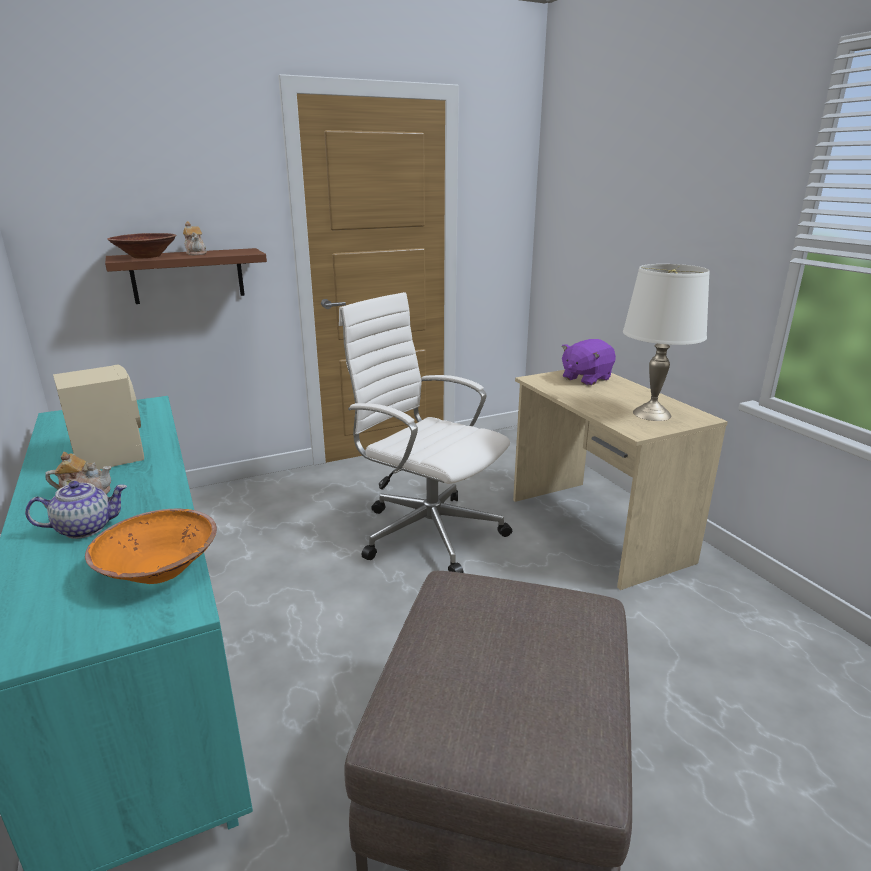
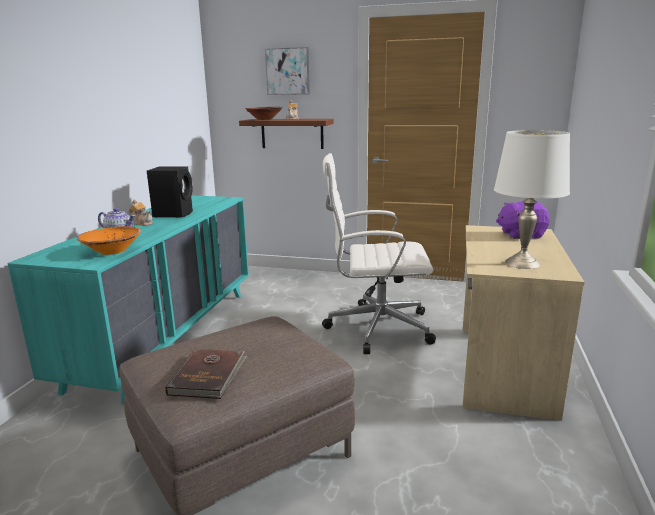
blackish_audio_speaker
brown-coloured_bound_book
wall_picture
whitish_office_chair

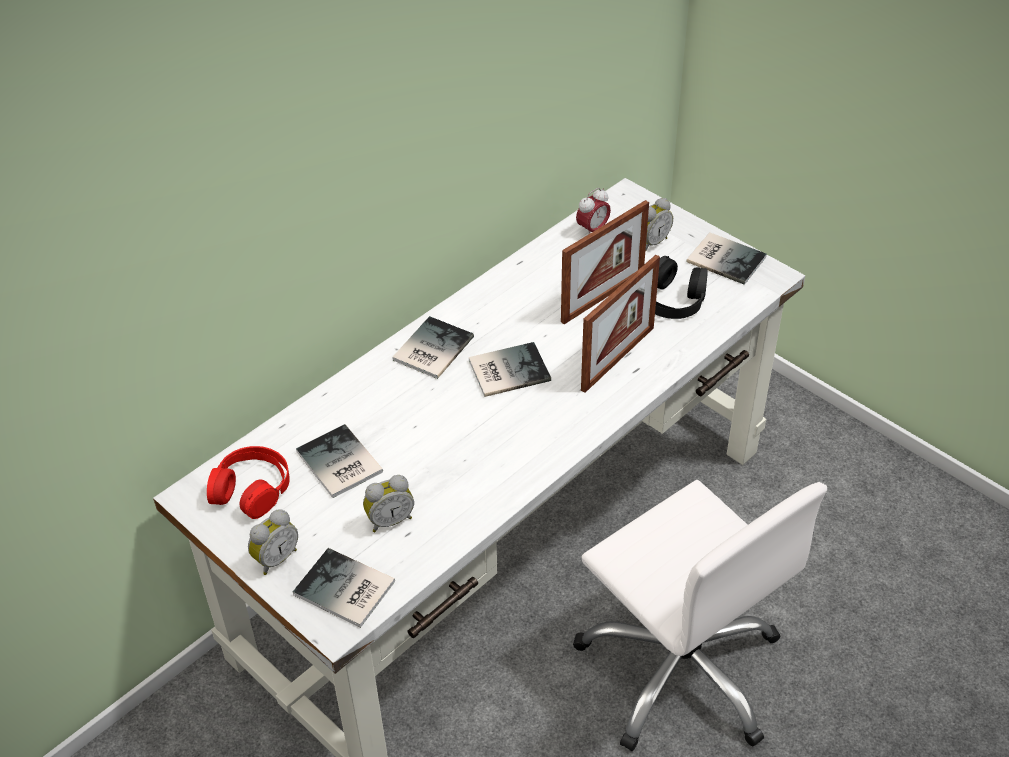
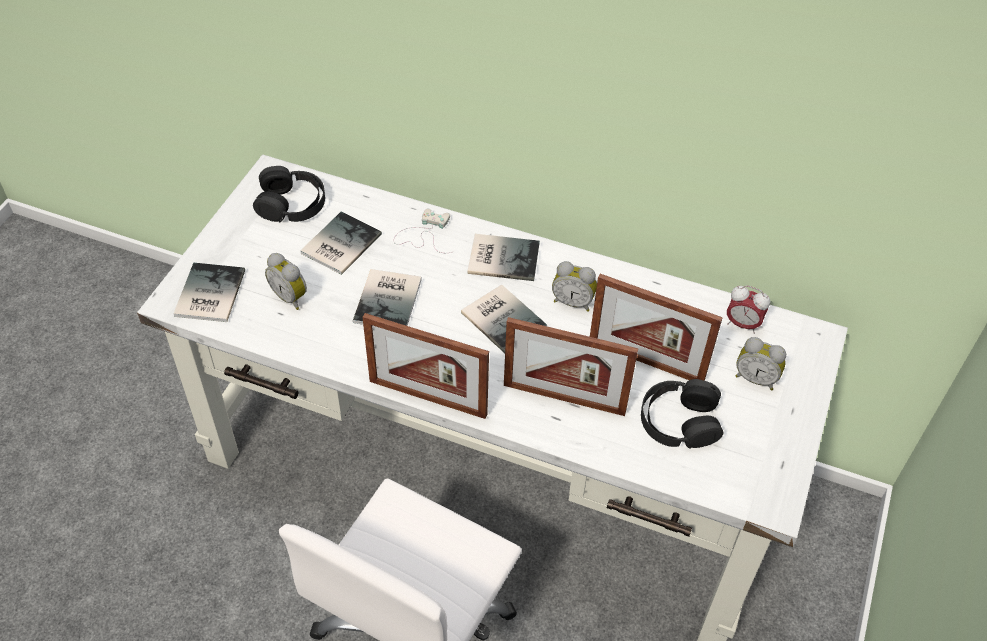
blackish_headphones (1st from left)
bound_book (3rd from left)
picture_frame (1st from left)
whitish_joypad
table_clock (2nd from left)

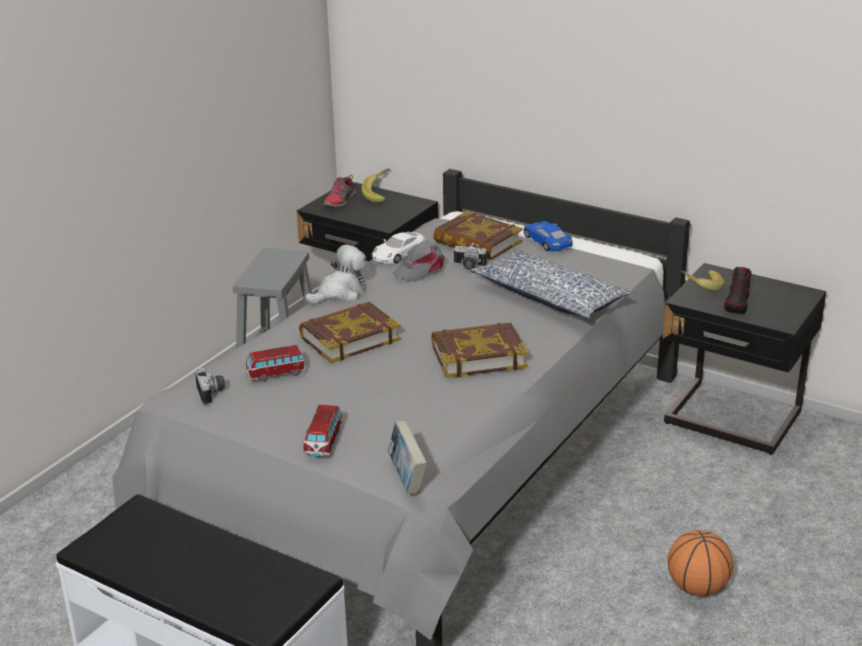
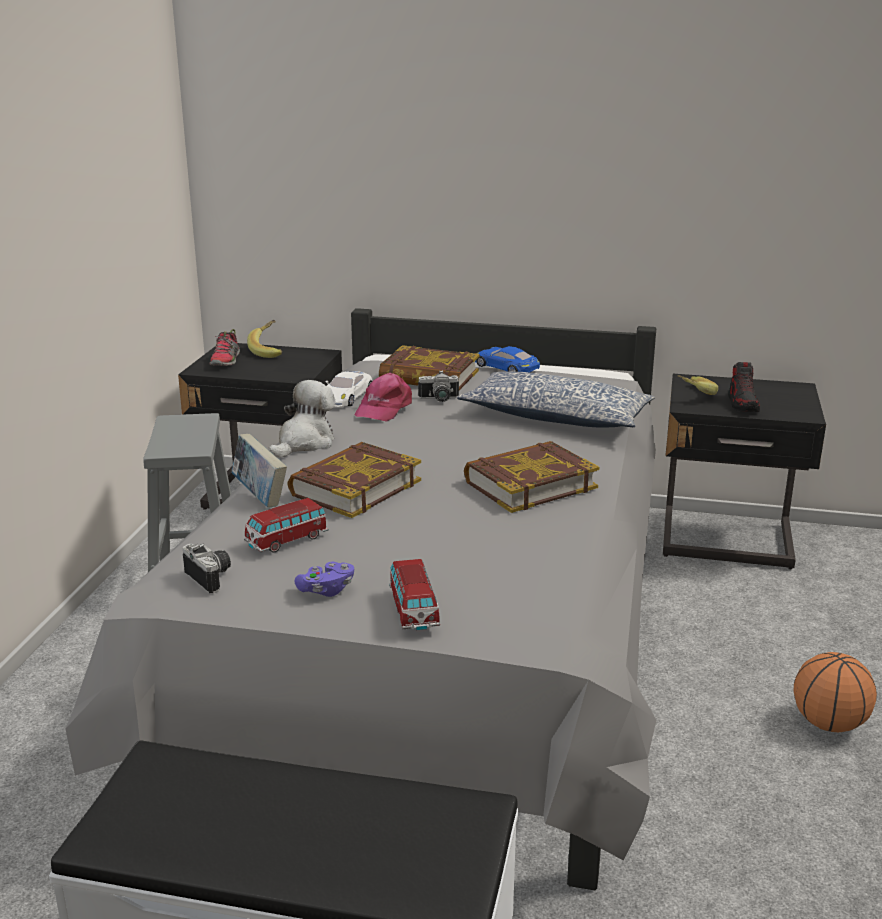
bound_book (1st from left)
purple-coloured_joypad
pink-coloured_baseball_cap

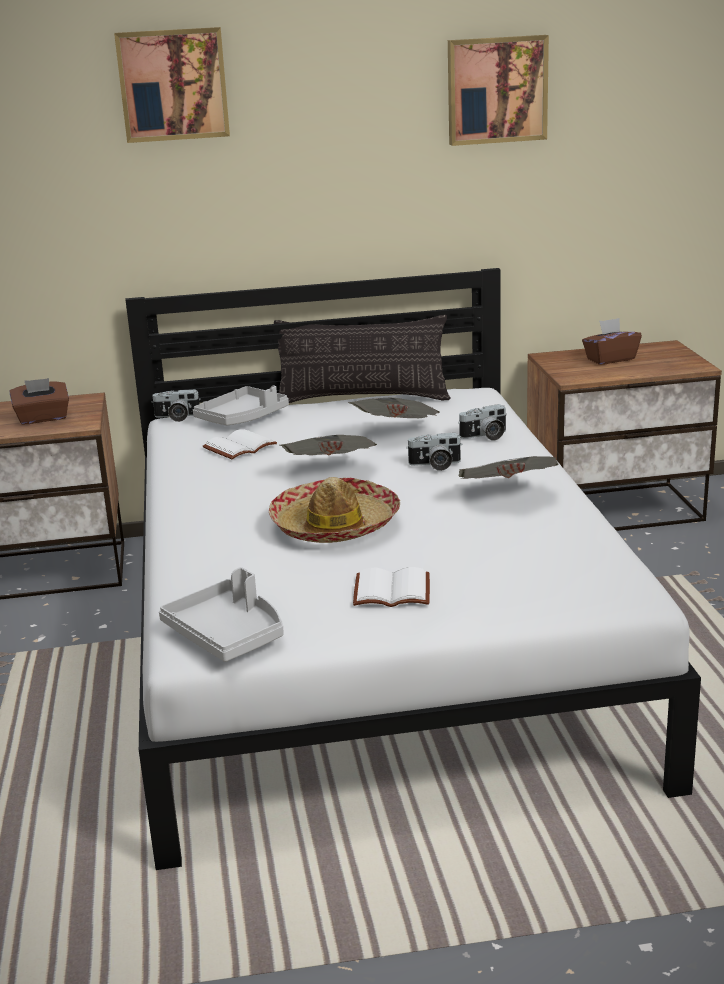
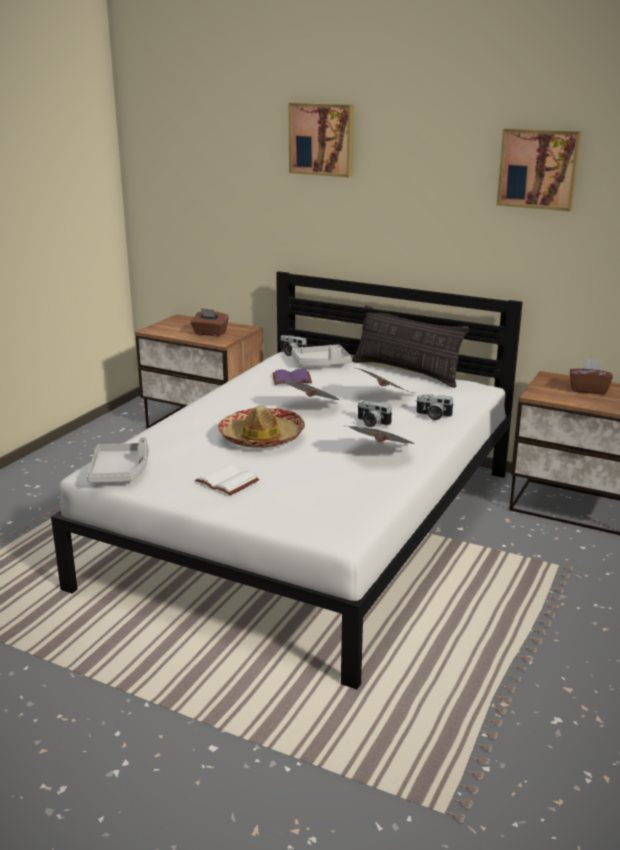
purple-coloured_bound_book

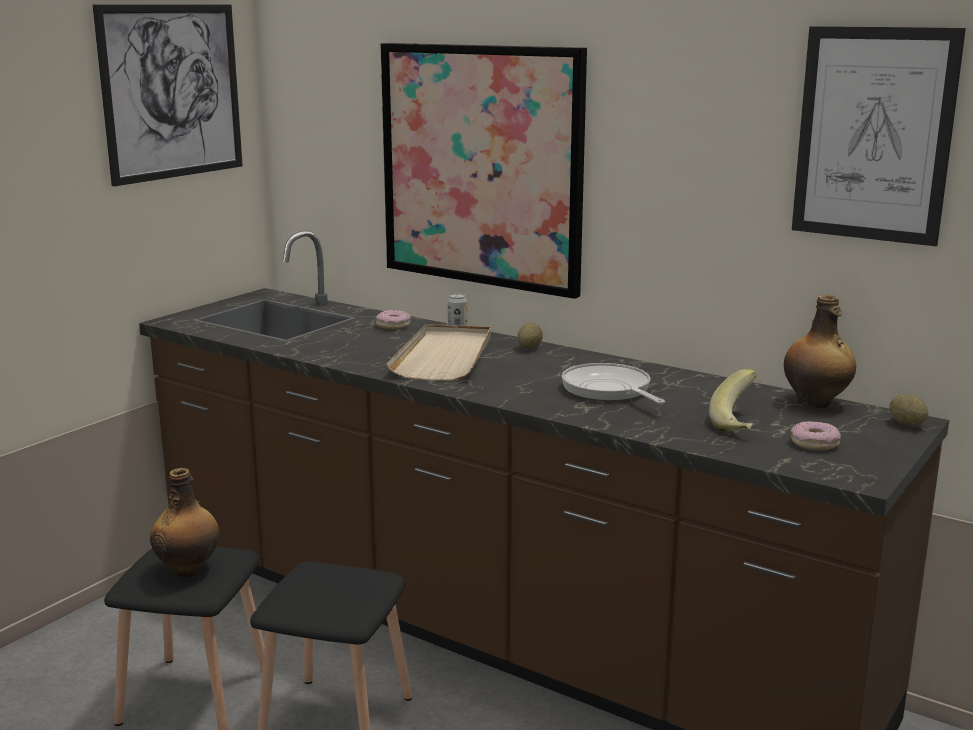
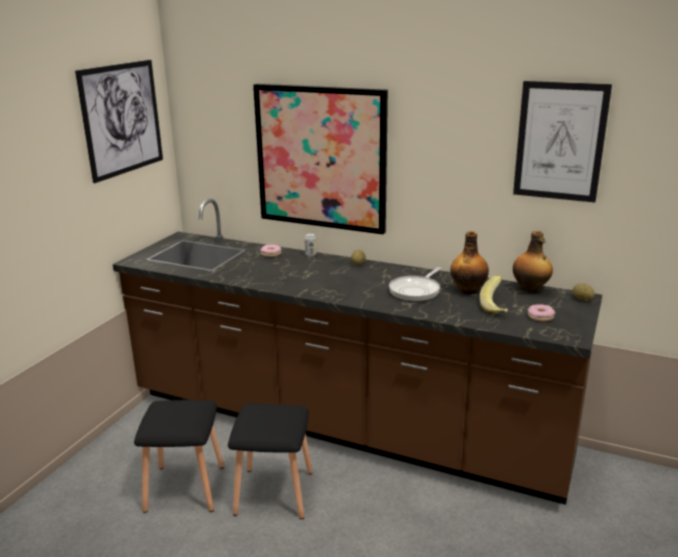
frying_pan
beverage_bottle (1st from left)
sand-coloured_tray

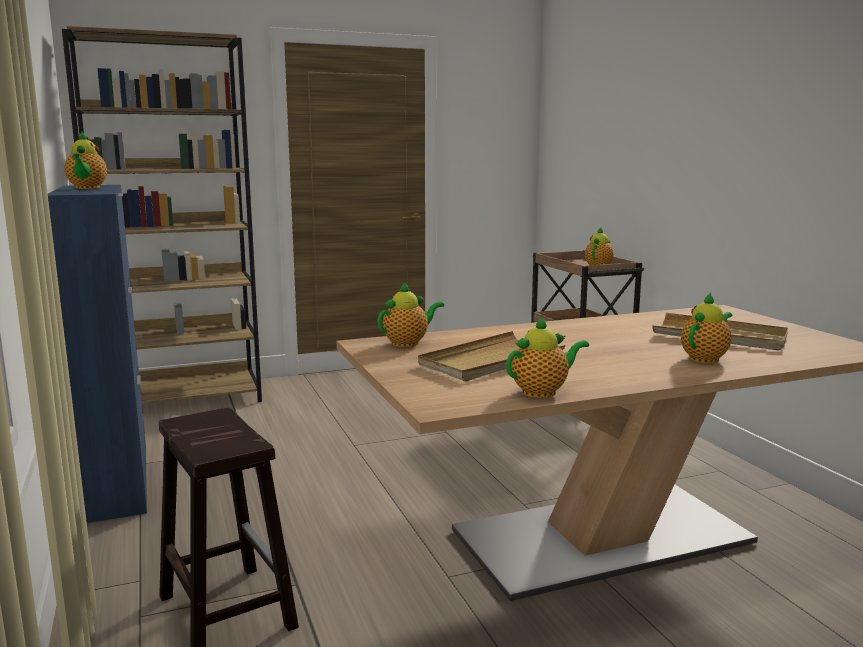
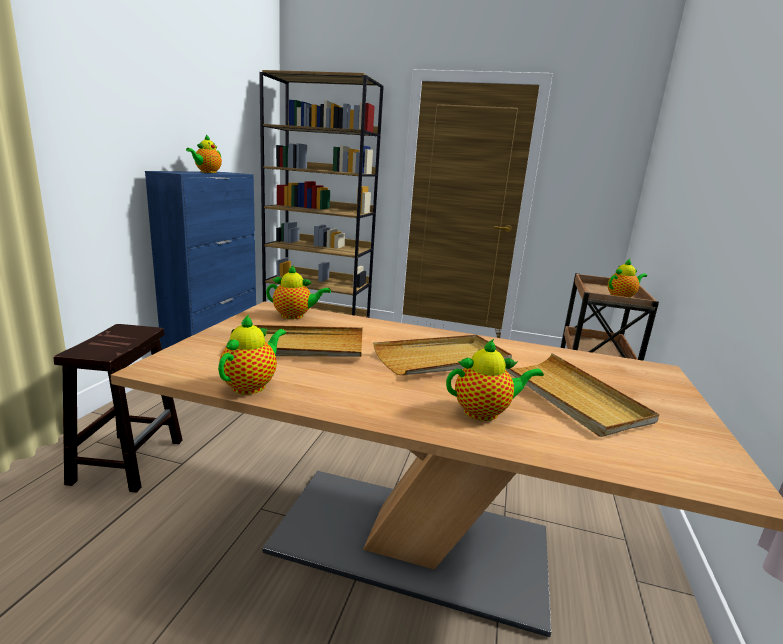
pot_for_tea (2nd from left)
sand-coloured_tray (2nd from left)

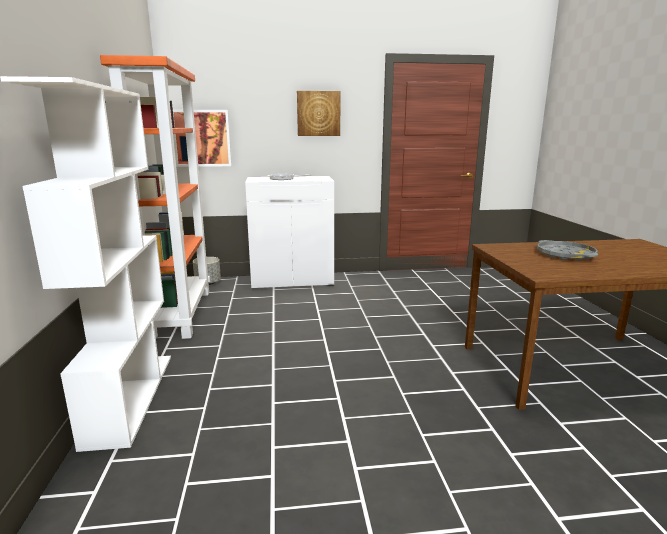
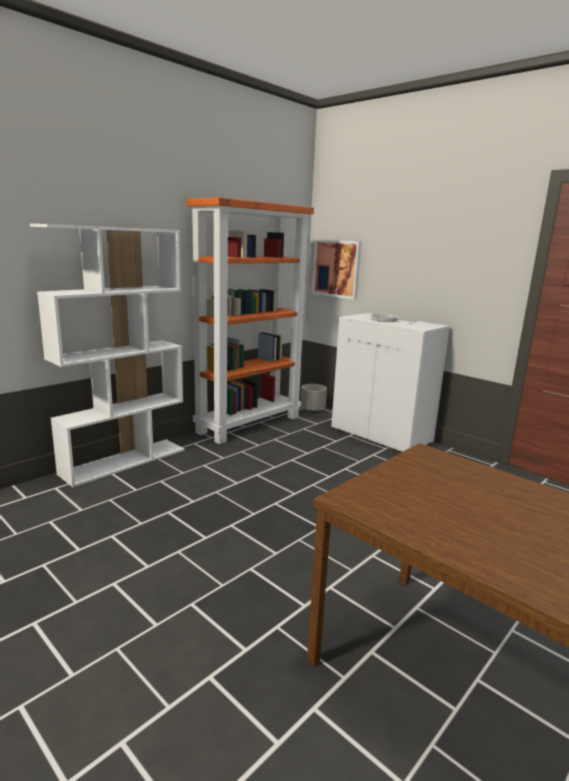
wall_picture (2nd from left in the first image)
grey_tray

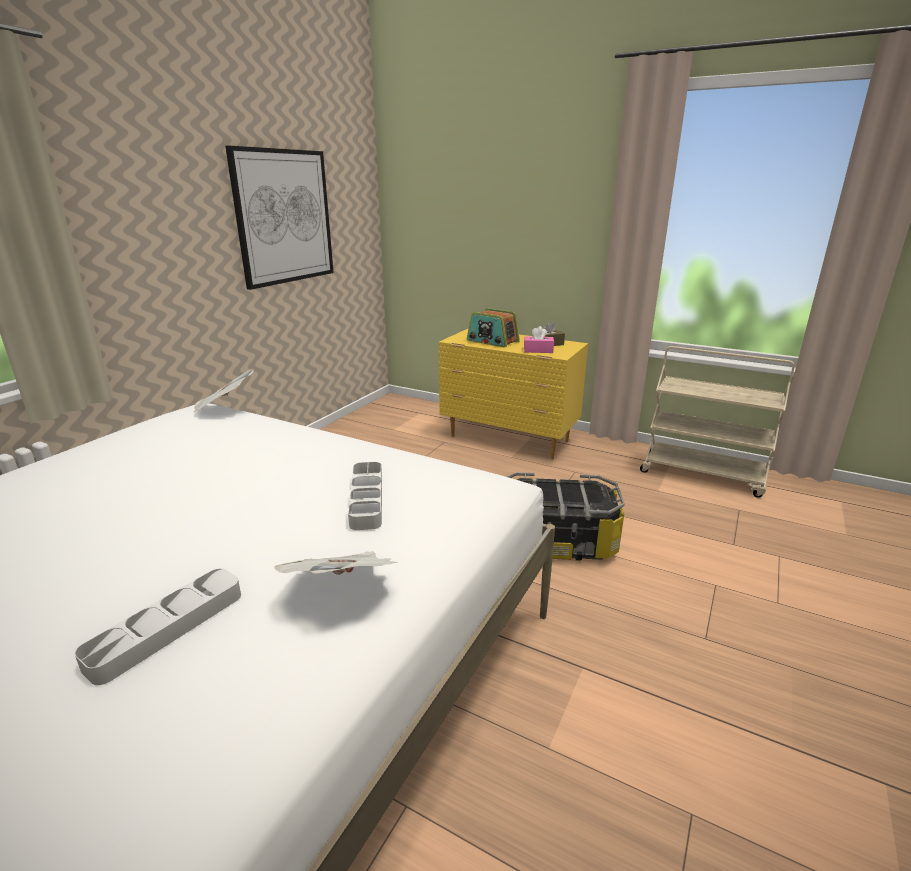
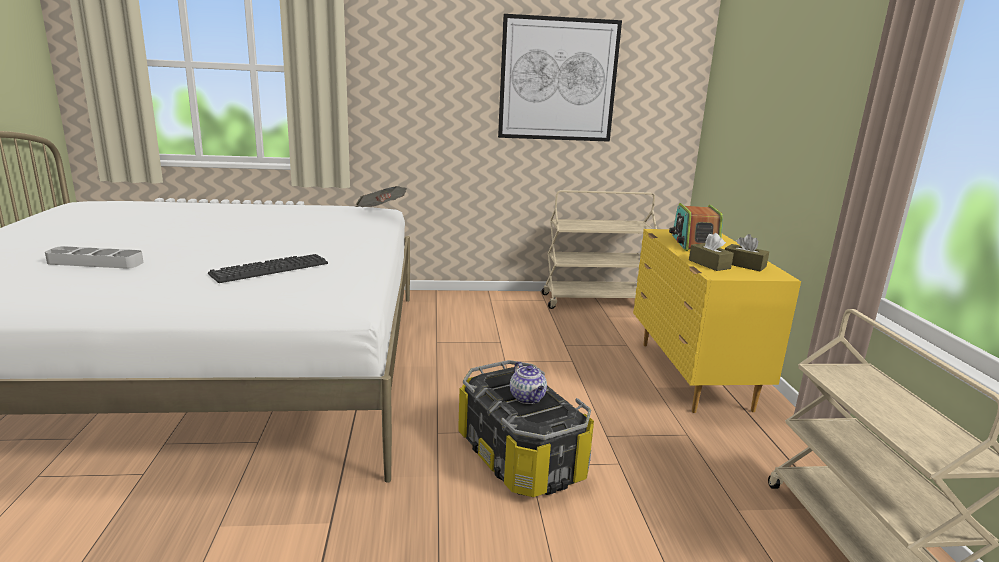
keyboard
pot_for_tea
sand-coloured_trolley (1st from left)
brown-coloured_tissue_holder (1st from left)
daily_paper (2nd from left in the first image)

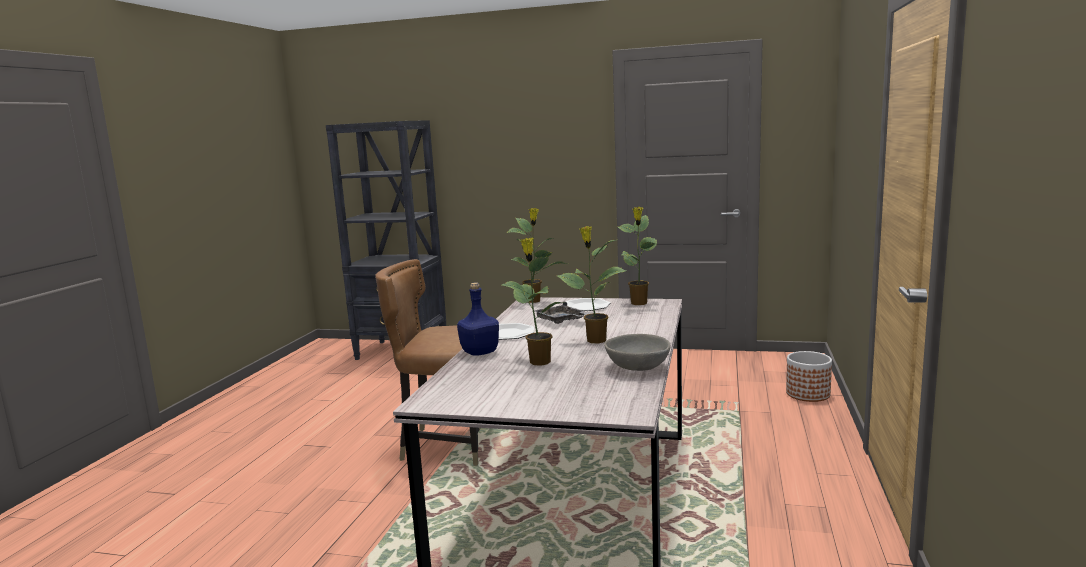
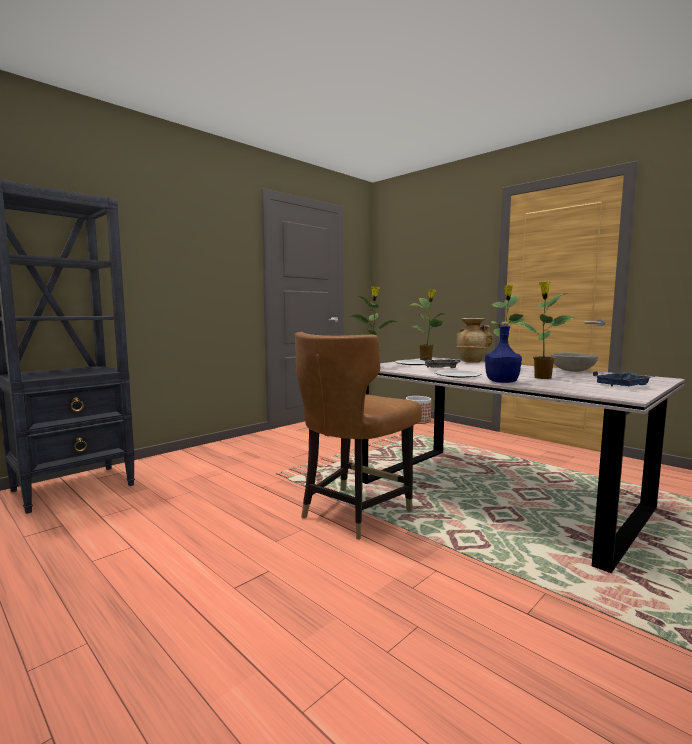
sand-coloured_decorative_vase
bluish_tray

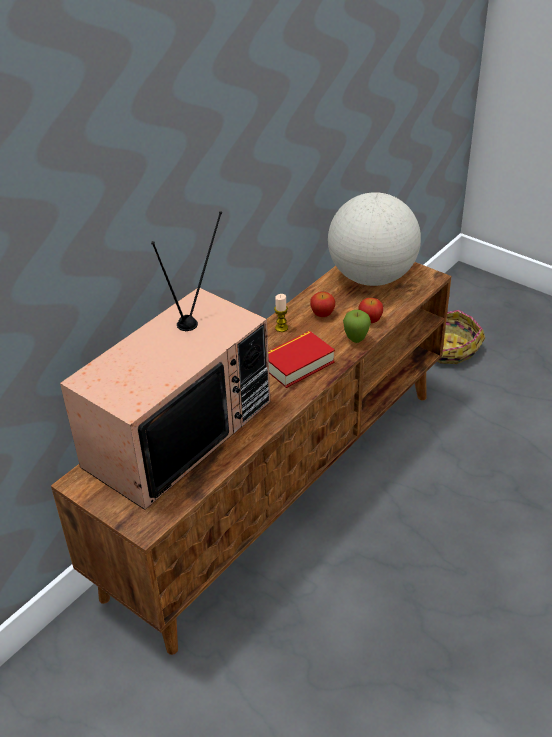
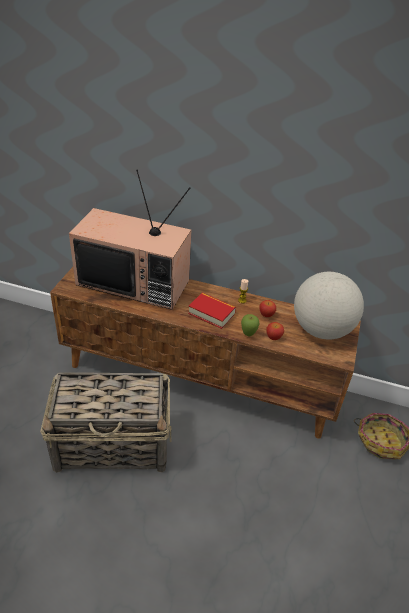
storage_basket (1st from left)

